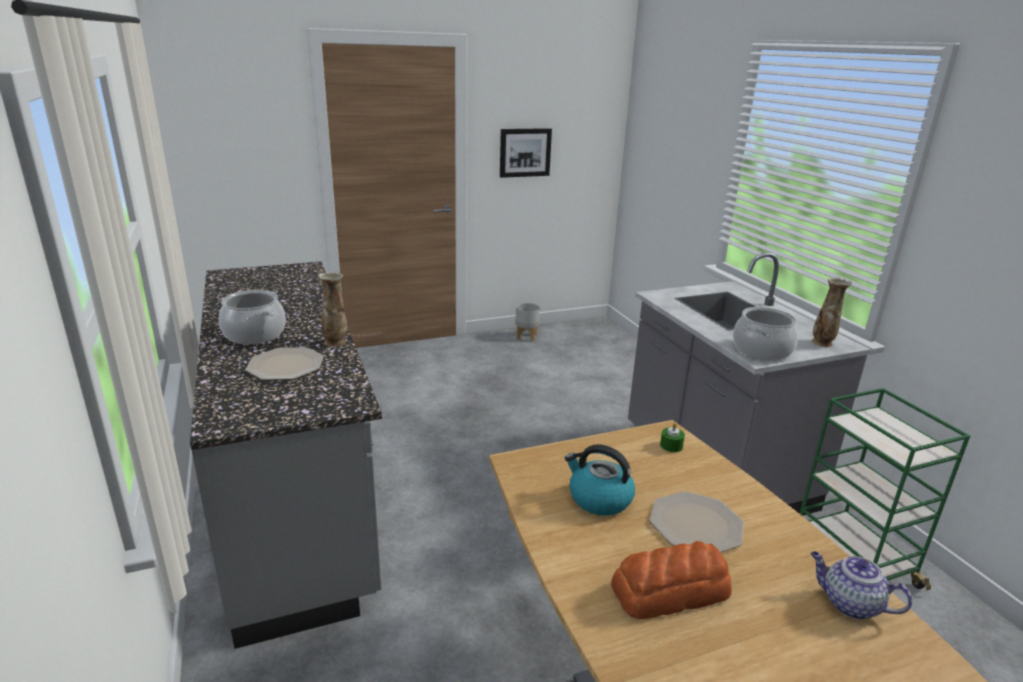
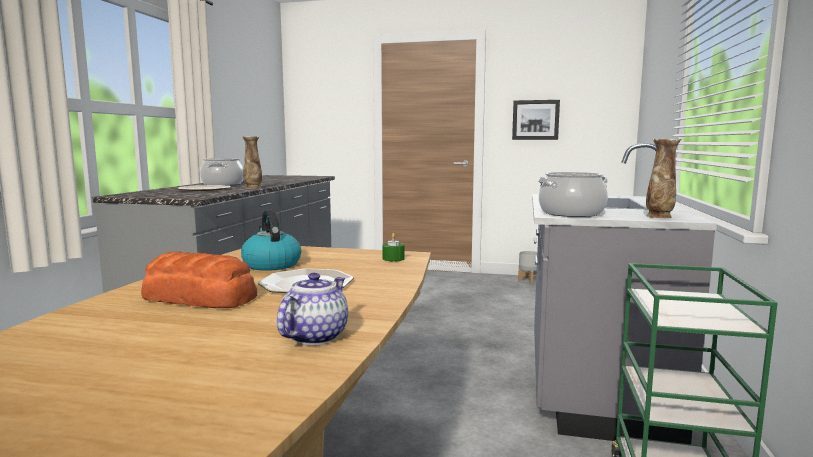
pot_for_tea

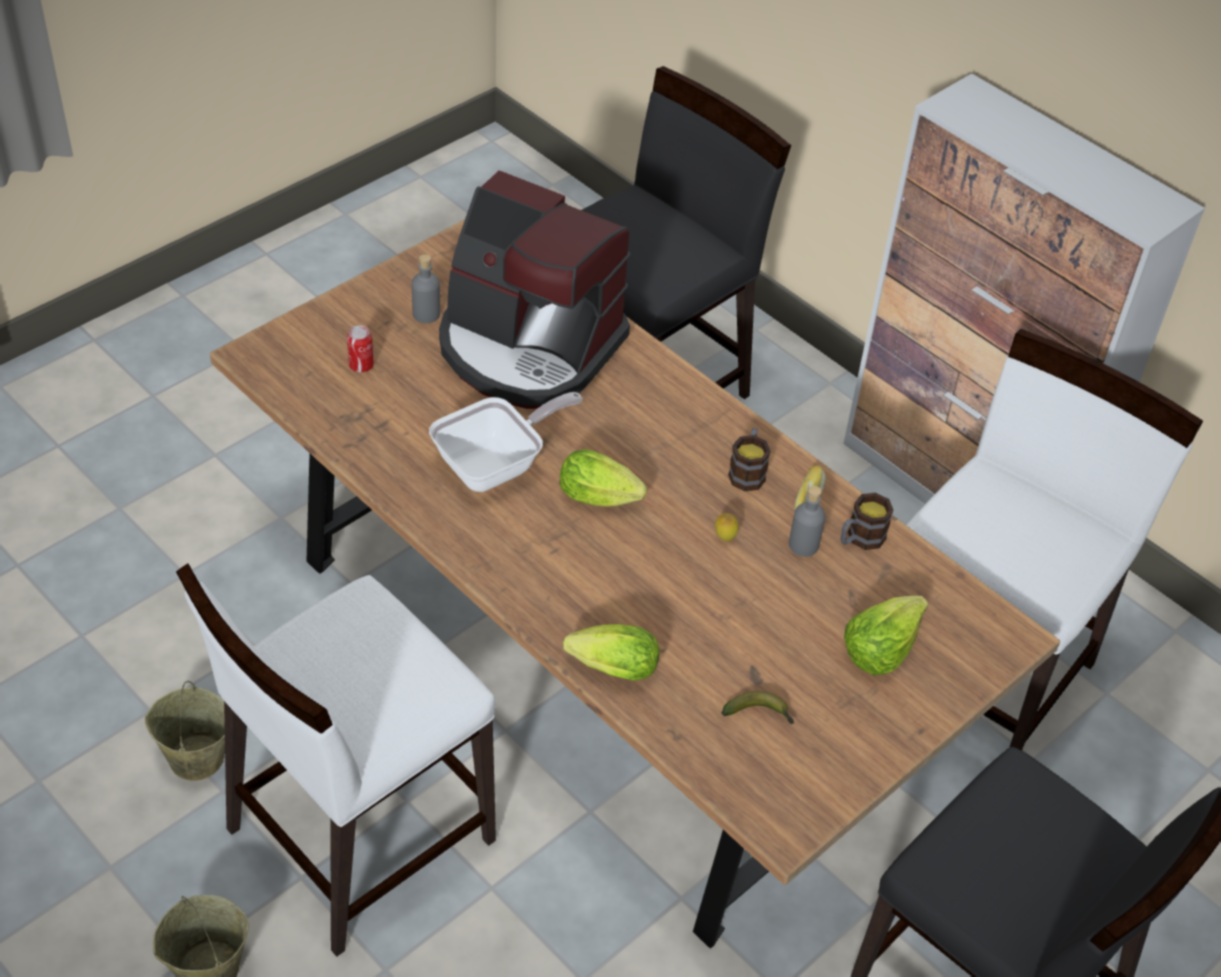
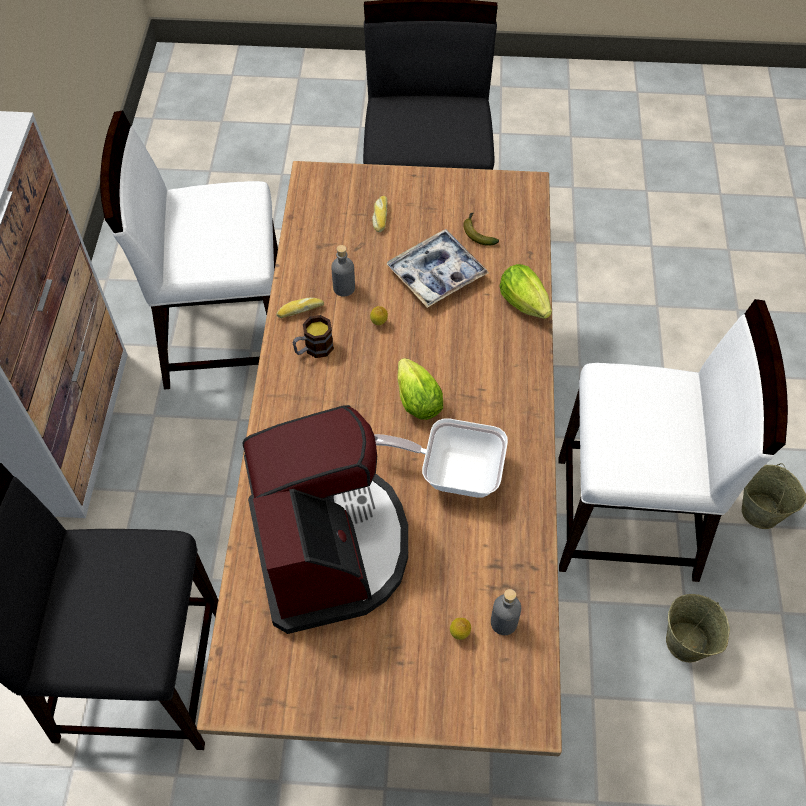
baked_bread (2nd from left)
tray
whole_lemon (2nd from left)
grey_beverage_bottle (2nd from left)
mug (2nd from left in the first image)

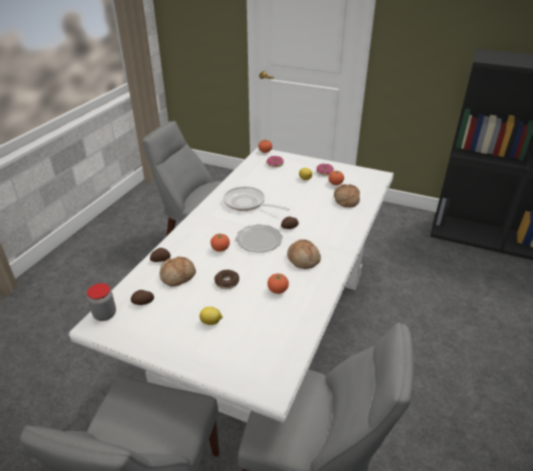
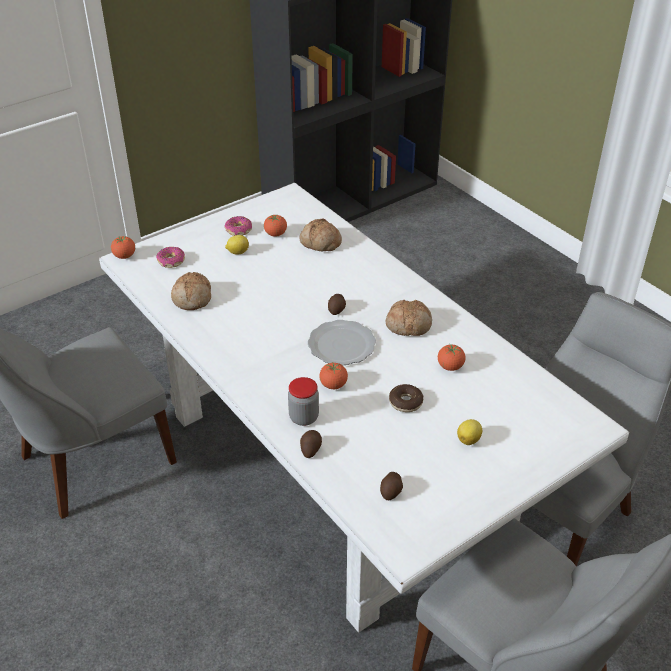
baked_bread (1st from left)
jar
frying_pan

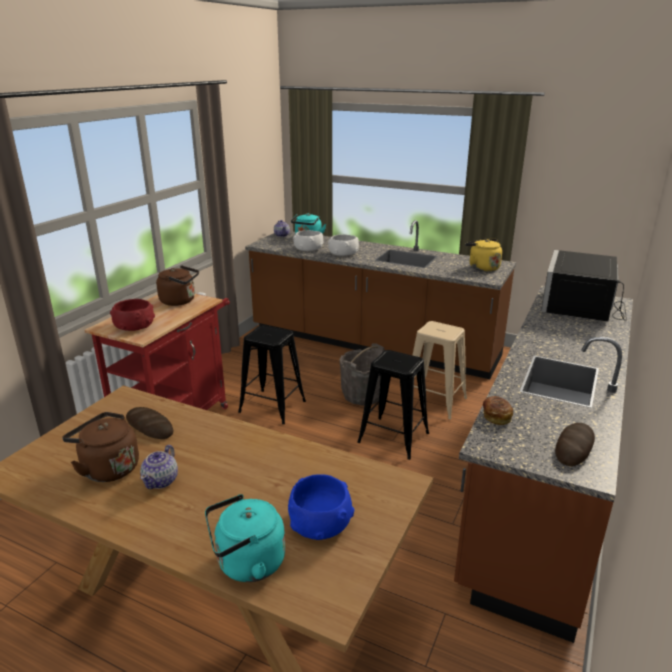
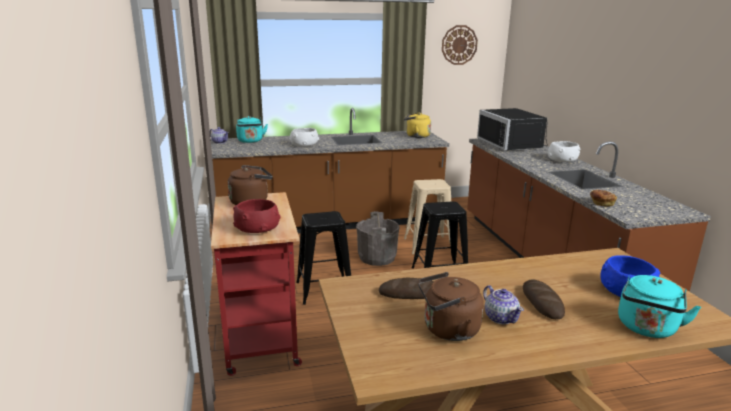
wall_clock
baked_bread (2nd from left)
whitish_deep_dish (2nd from left)

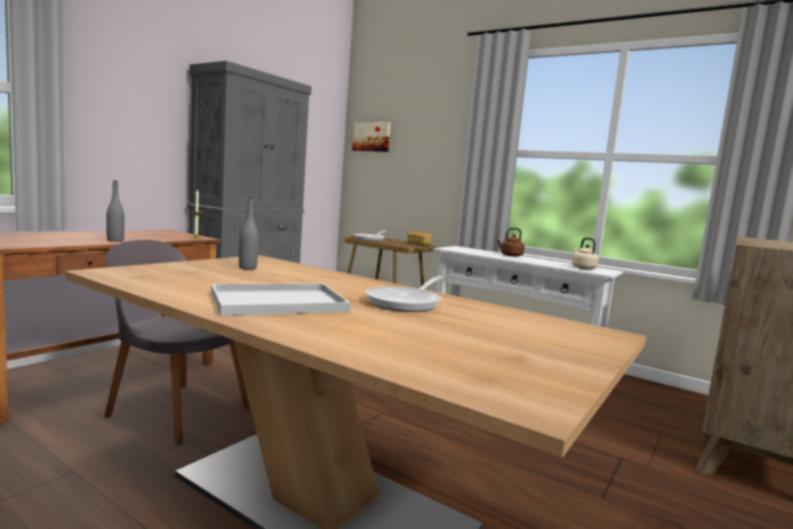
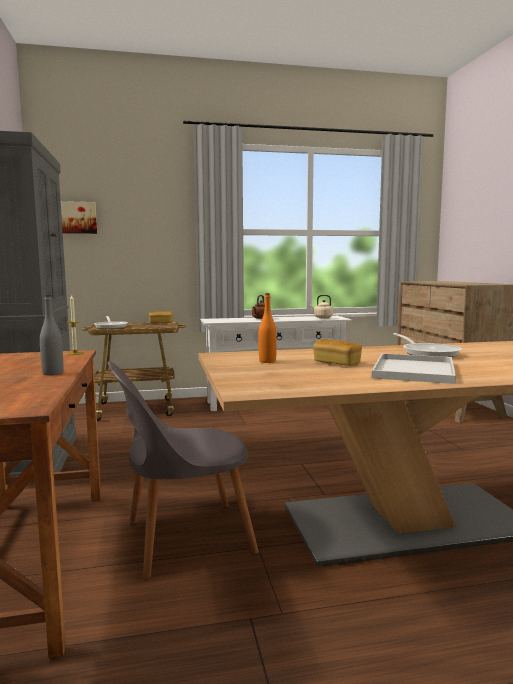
orangey_beverage_bottle
baked_bread (2nd from left)

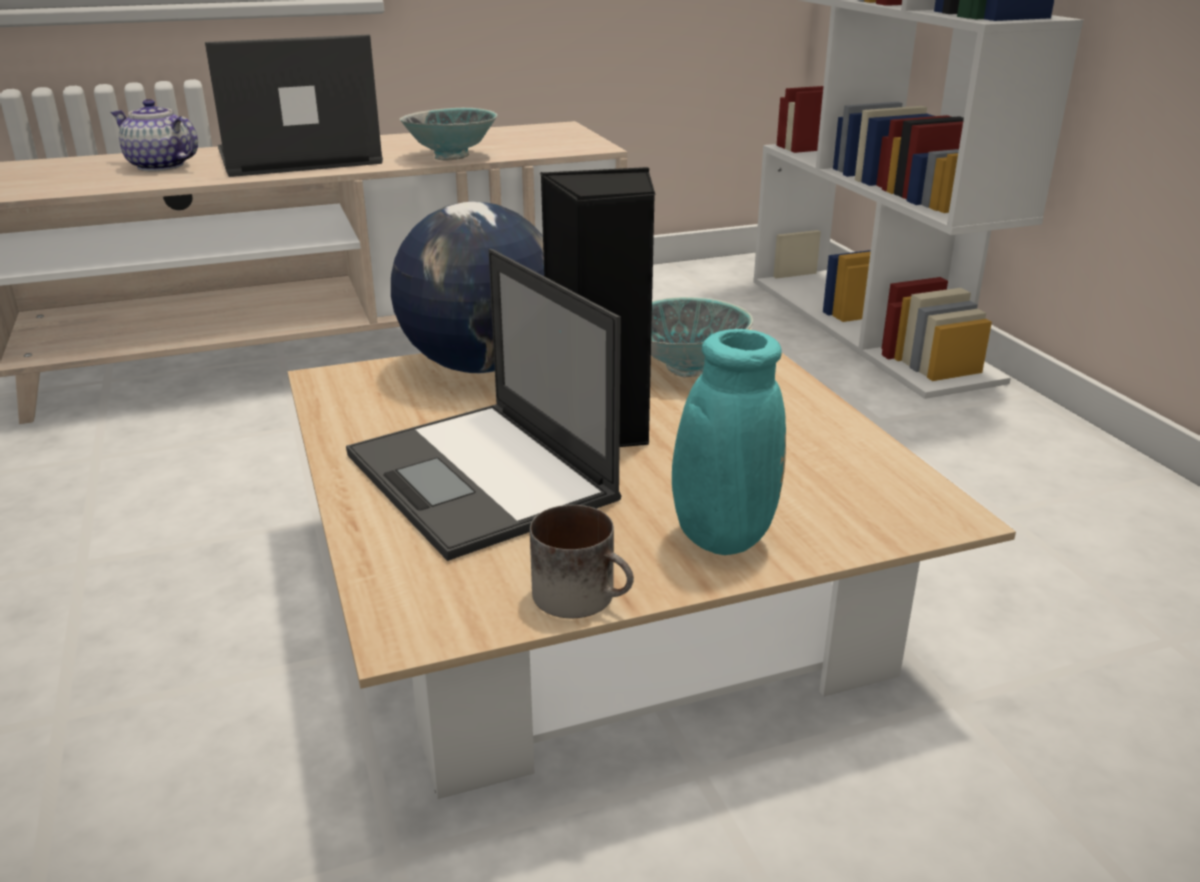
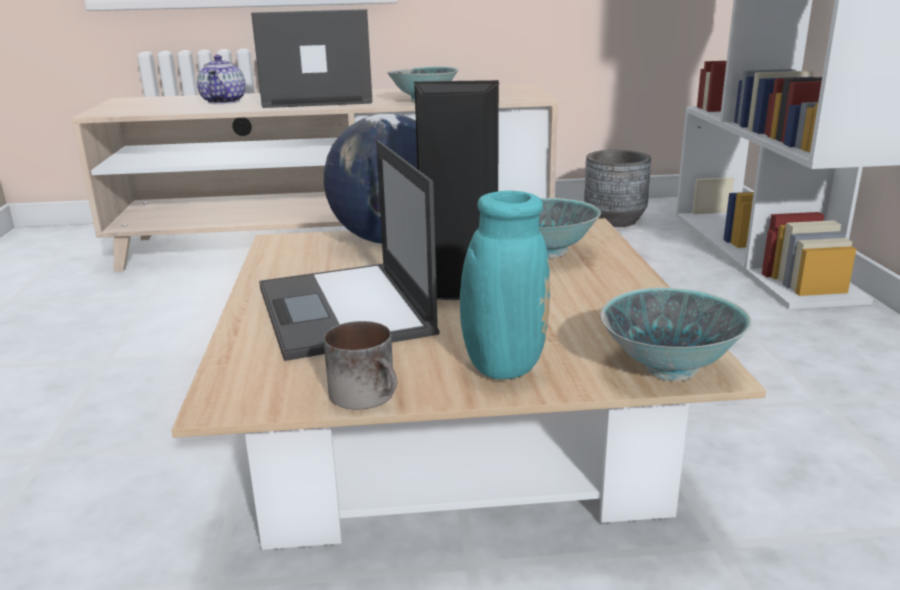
pot_for_tea
grey_flower_pot
deep_dish (3rd from left)

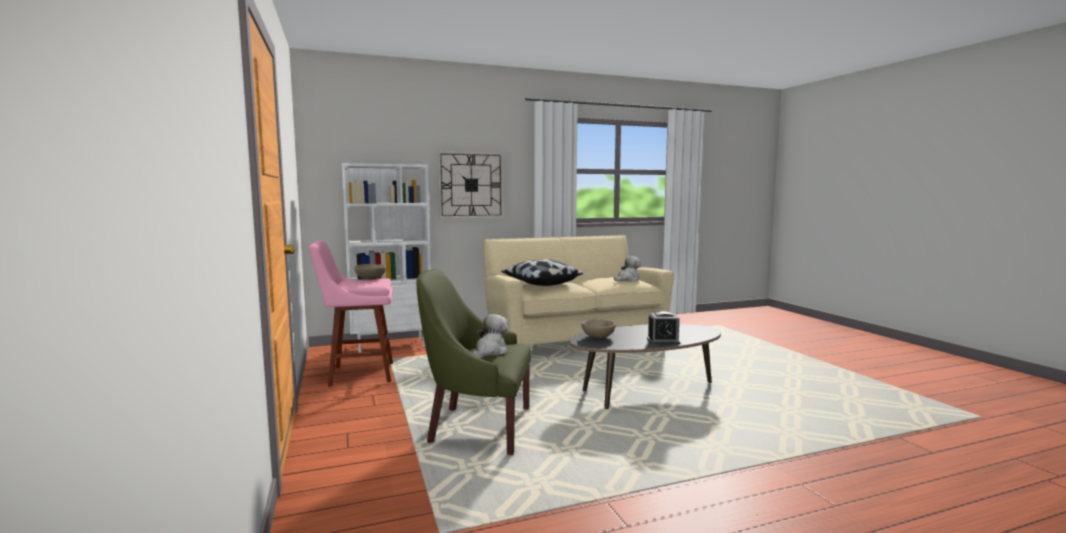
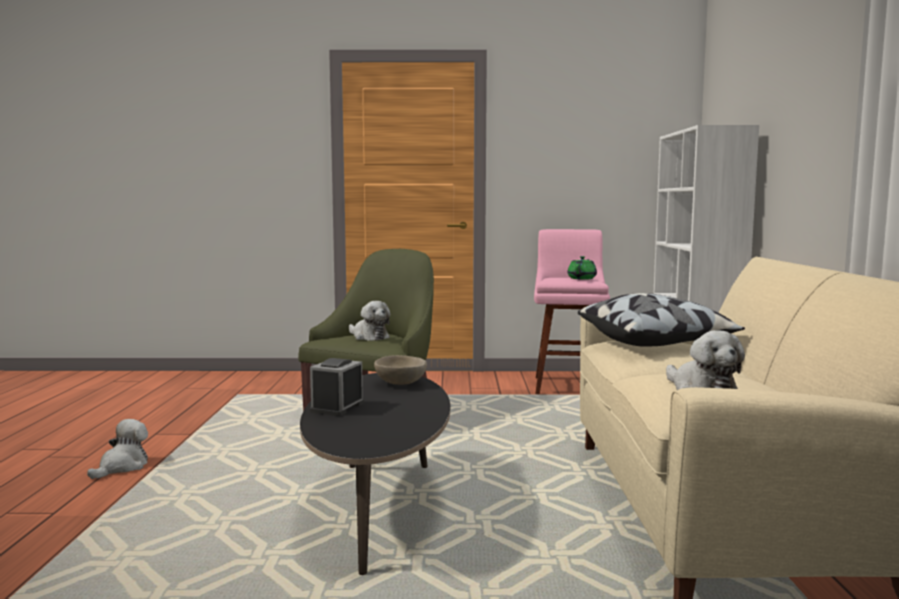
cuddly_toy (1st from left)
greenish_pot_for_tea
wall_clock

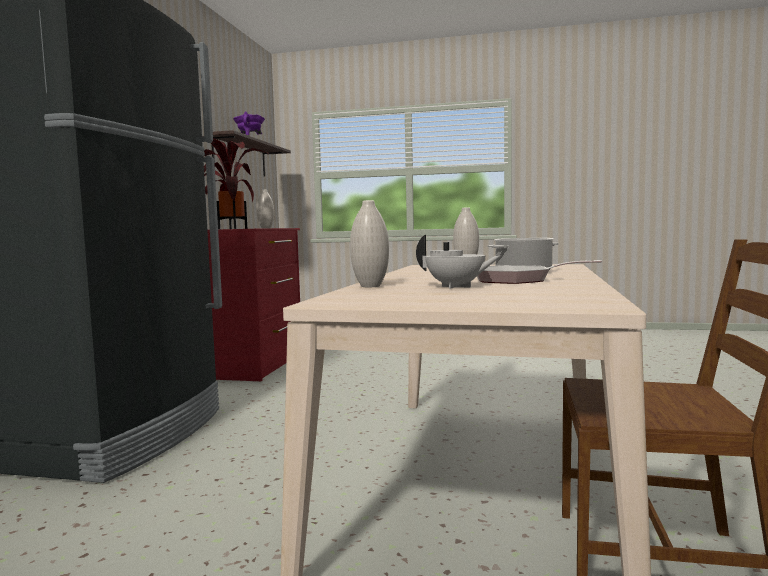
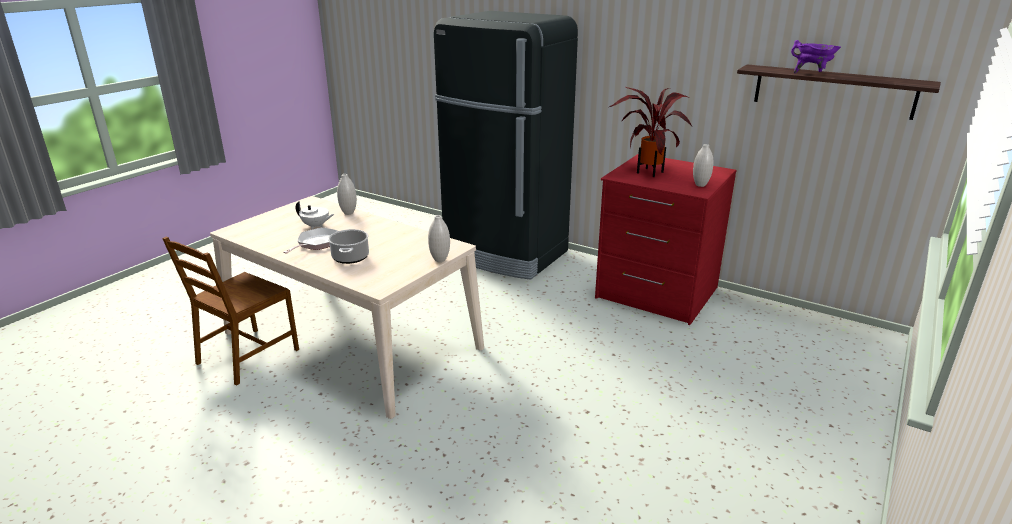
whitish_pot_for_tea

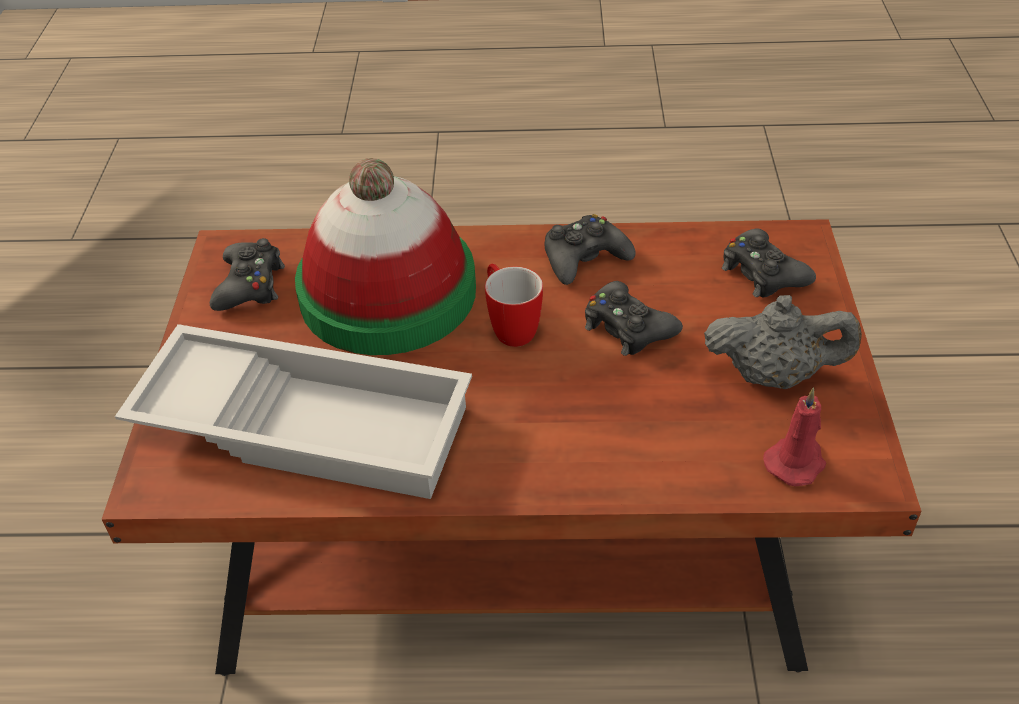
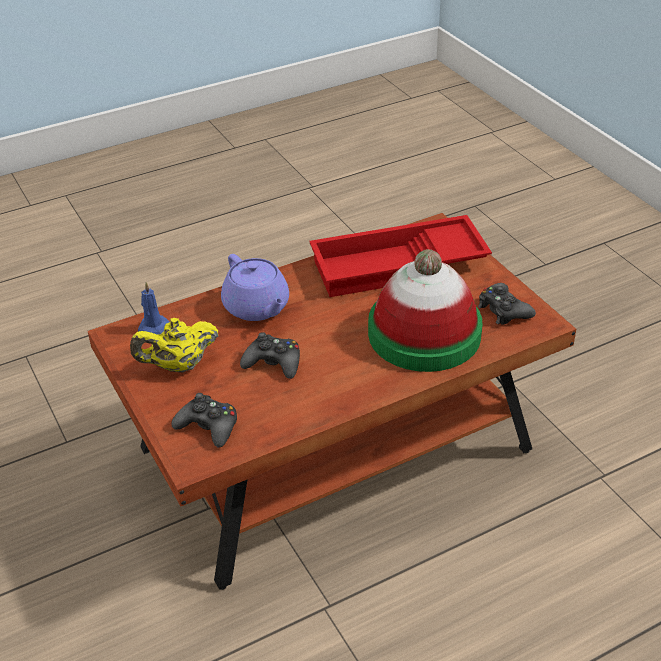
yellow_pot_for_tea
bluish_wax_light
purple-coloured_pot_for_tea
red_tray
mug
blackish_joypad (2nd from left in the first image)

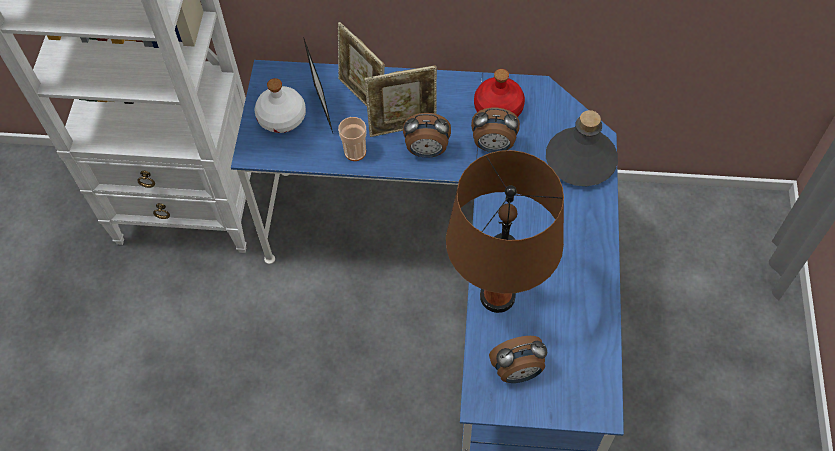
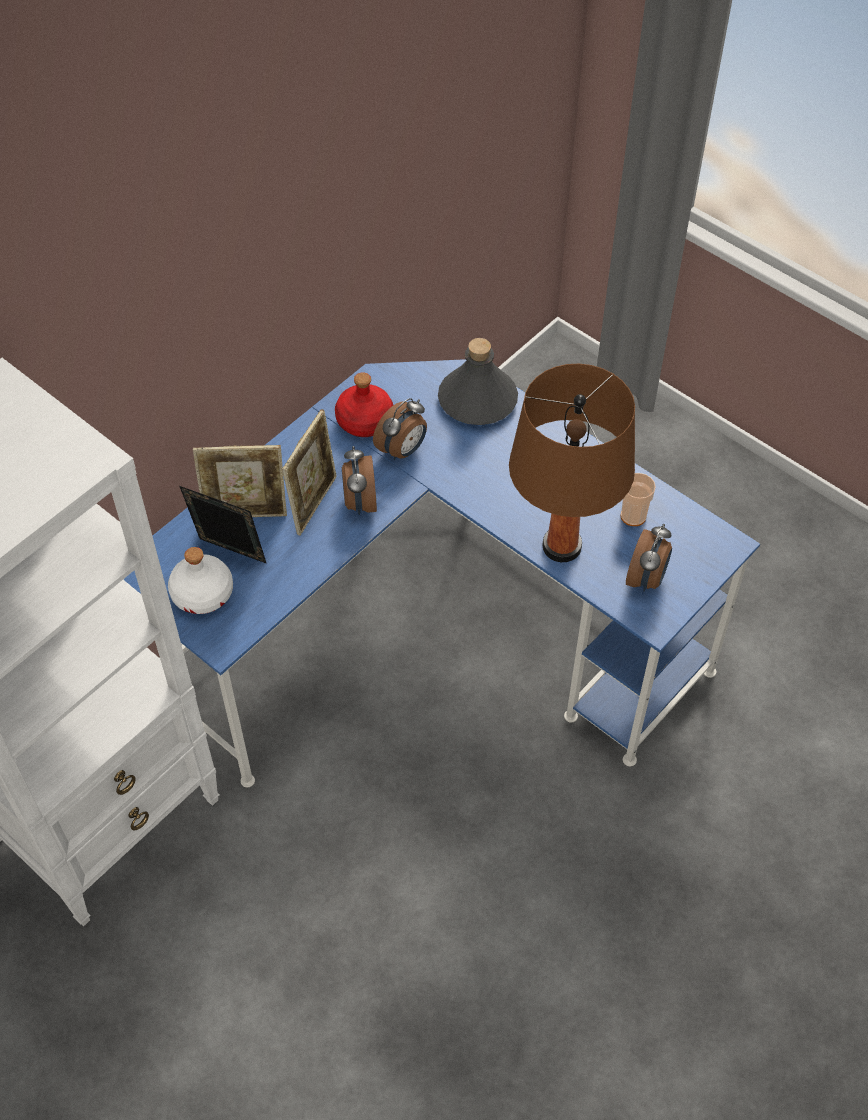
table_clock (1st from left)
small_cup

